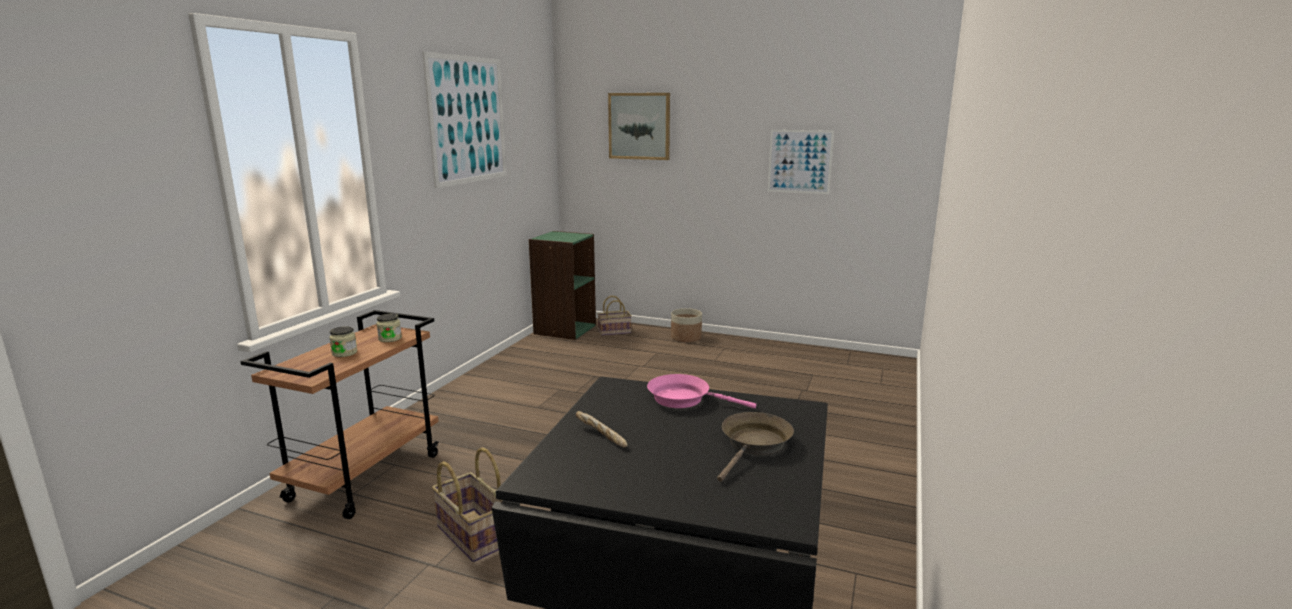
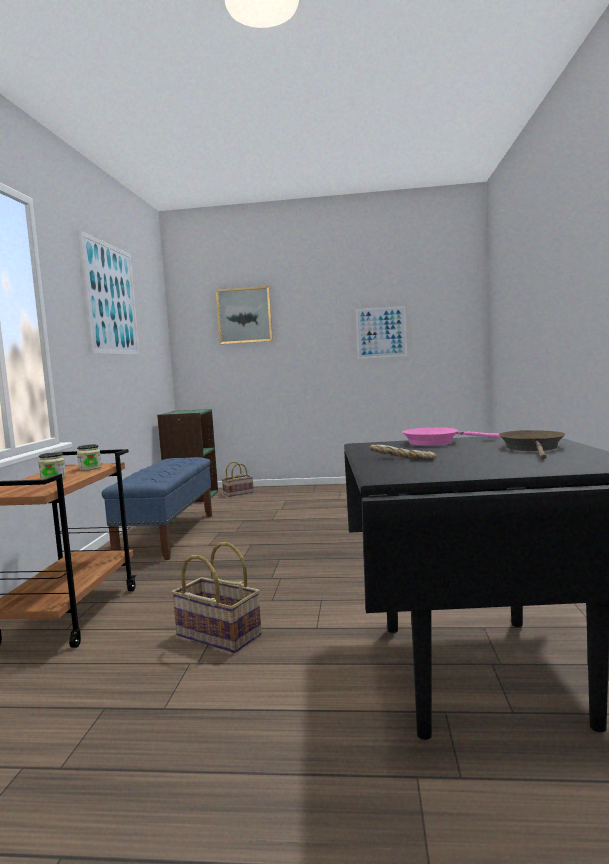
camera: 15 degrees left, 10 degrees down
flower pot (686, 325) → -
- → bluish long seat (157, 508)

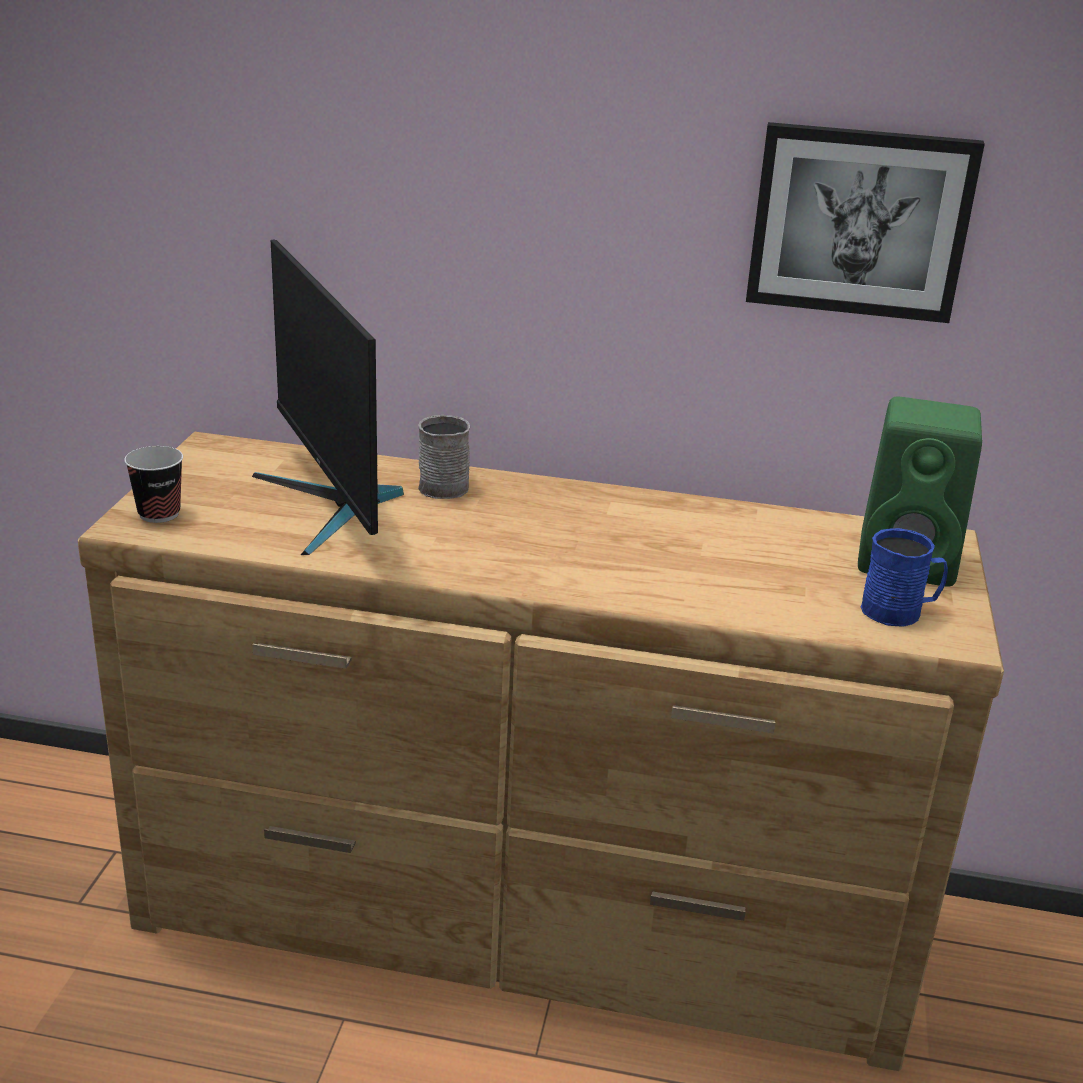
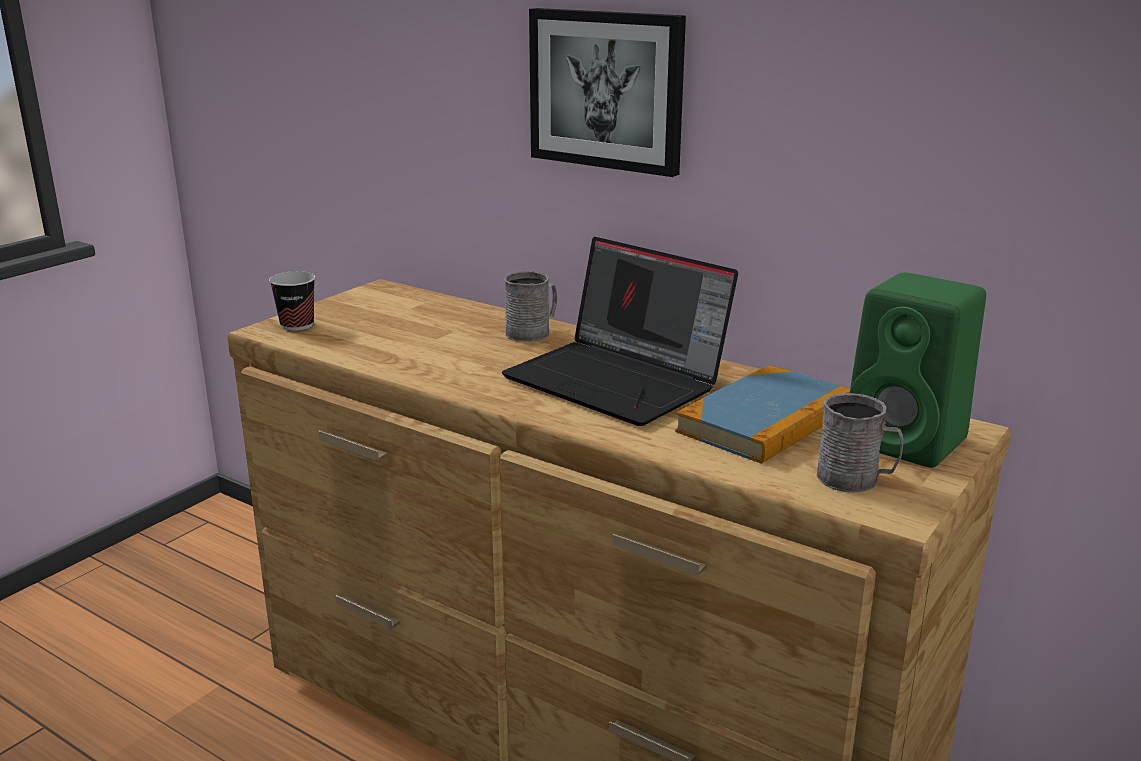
camera: 25 degrees right, 5 degrees down
computer display (328, 397) → -
wall picture (865, 222) → wall picture (607, 92), shifted
bluish mug (904, 577) → gray mug (859, 443)
- → portable computer (620, 331)
- → volume (762, 414)

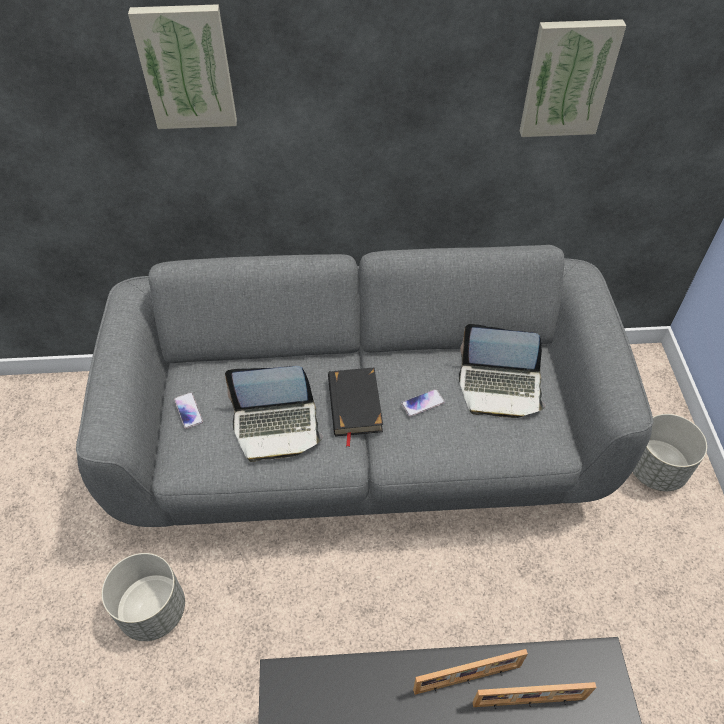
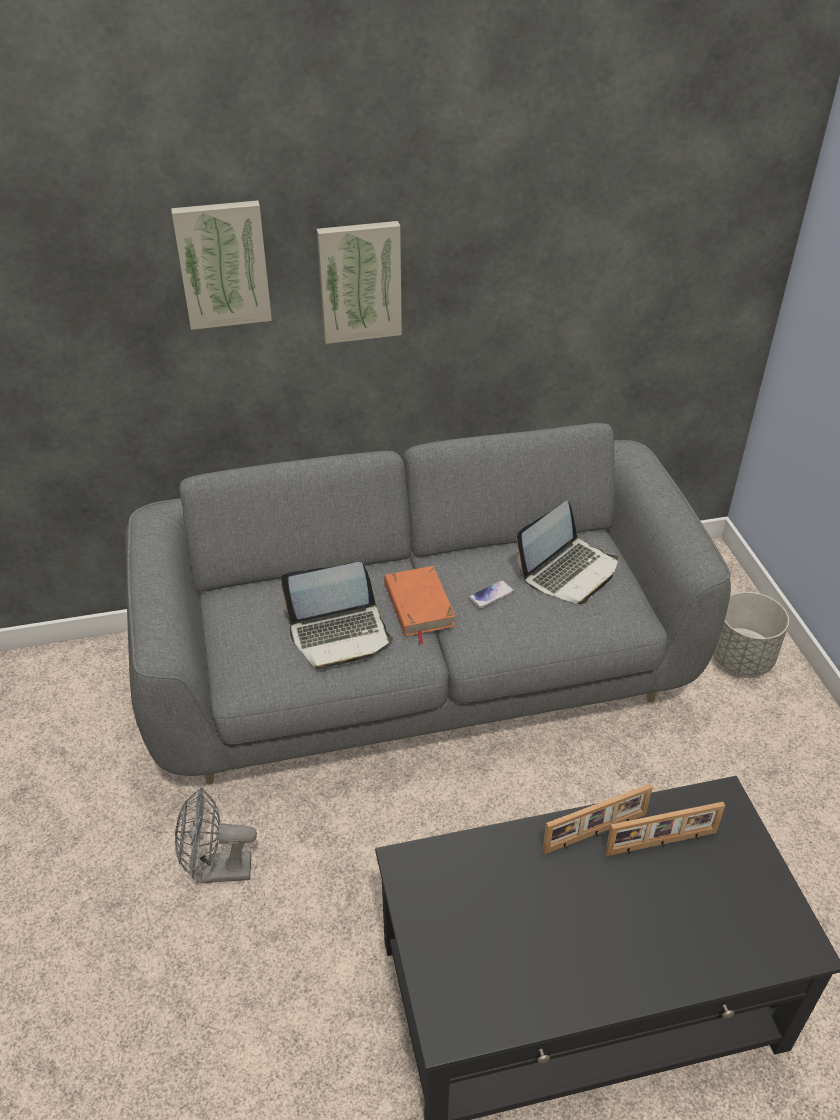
camera: 10 degrees left, 10 degrees down
gray flower pot (143, 597) → gray fan (216, 835)
handset (188, 410) → -
black-coloured volume (355, 407) → orange volume (420, 605)
portable computer (502, 371) → portable computer (567, 552), 45 degrees counterclockwise
wall picture (573, 78) → wall picture (359, 282), shifted

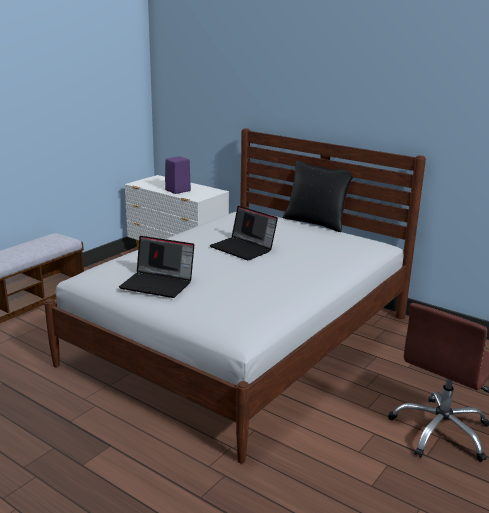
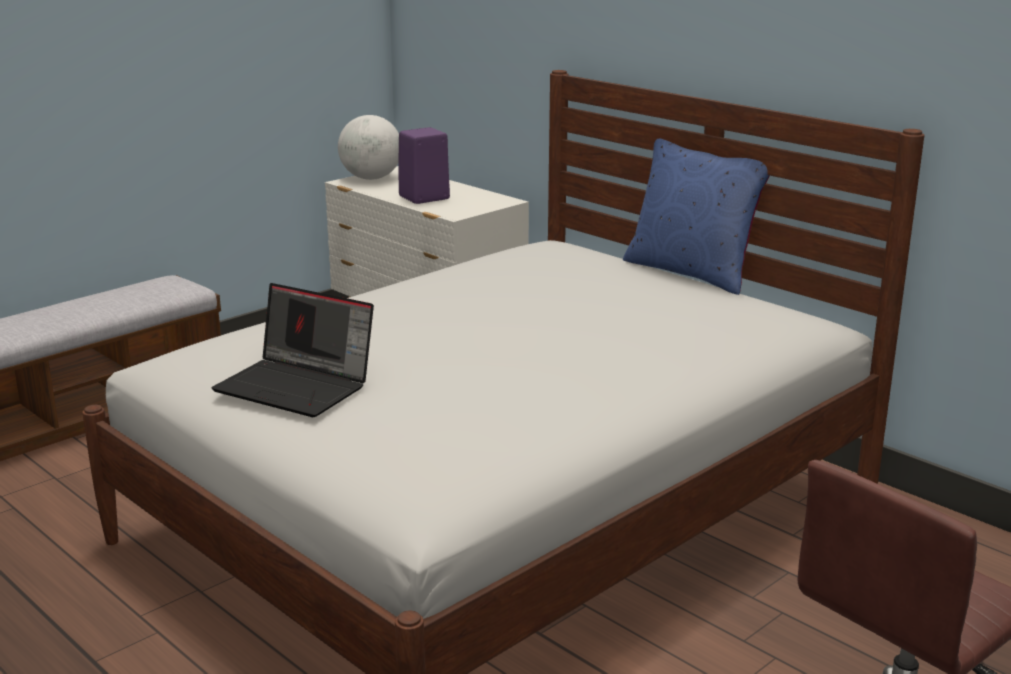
camera: 10 degrees right, 0 degrees up
portable computer (244, 233) → -
black-coloured cushion (318, 196) → bluish cushion (696, 216)
- → desk globe (368, 147)

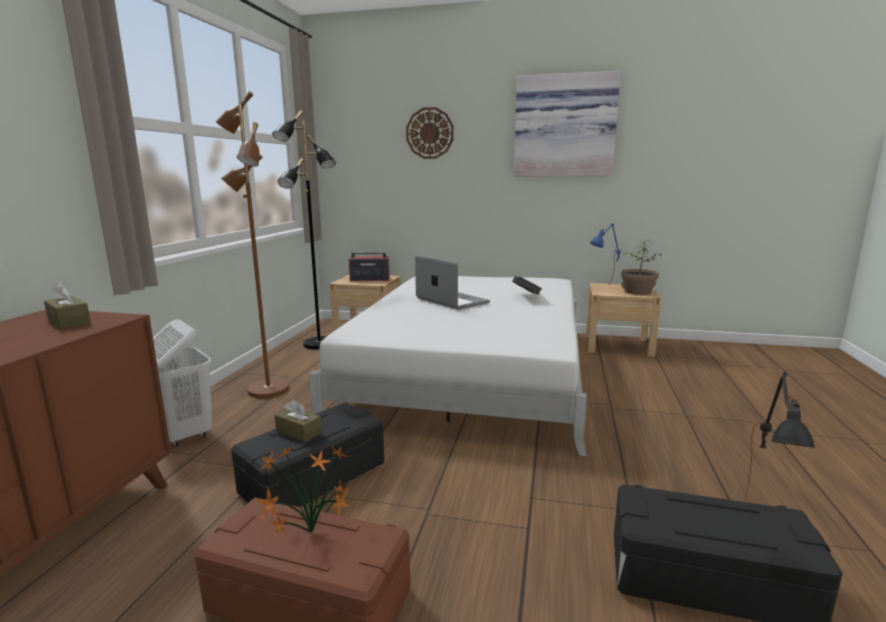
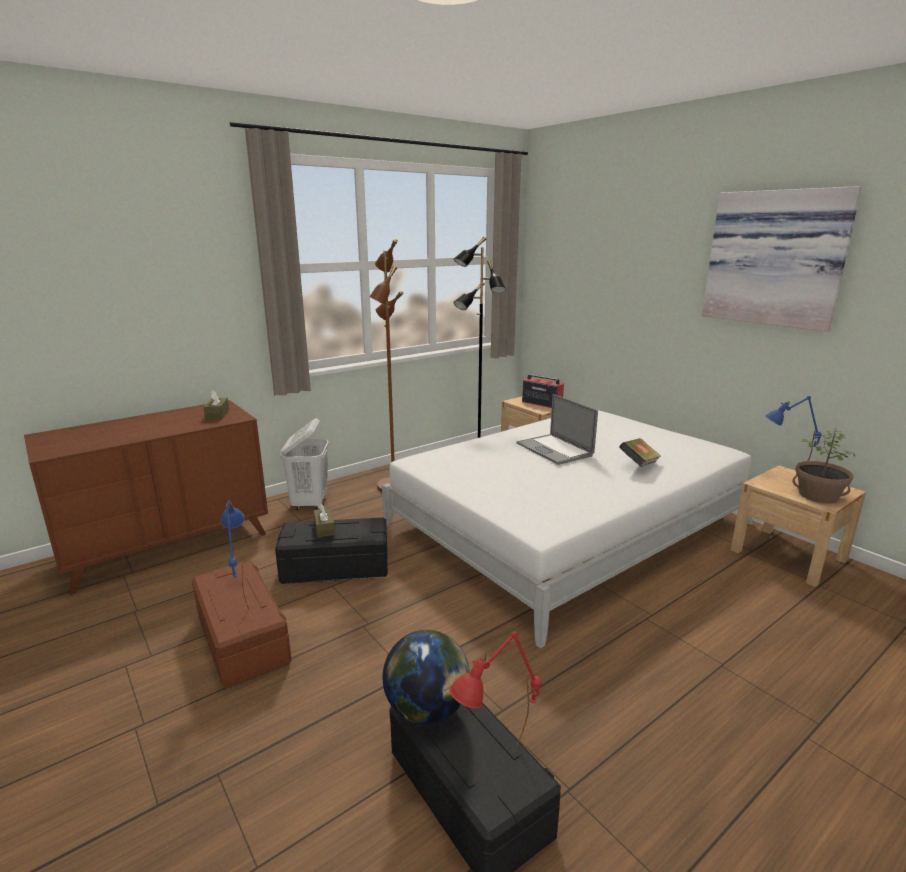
camera: 40 degrees right, 5 degrees up
potted plant (302, 490) → bluish lamp for a table (235, 554)
hanging clock (430, 133) → -
portable computer (452, 282) → portable computer (557, 429), 150 degrees clockwise
black-coloured lamp for a table (780, 436) → red lamp for a table (495, 688)
- → desk globe (426, 677)

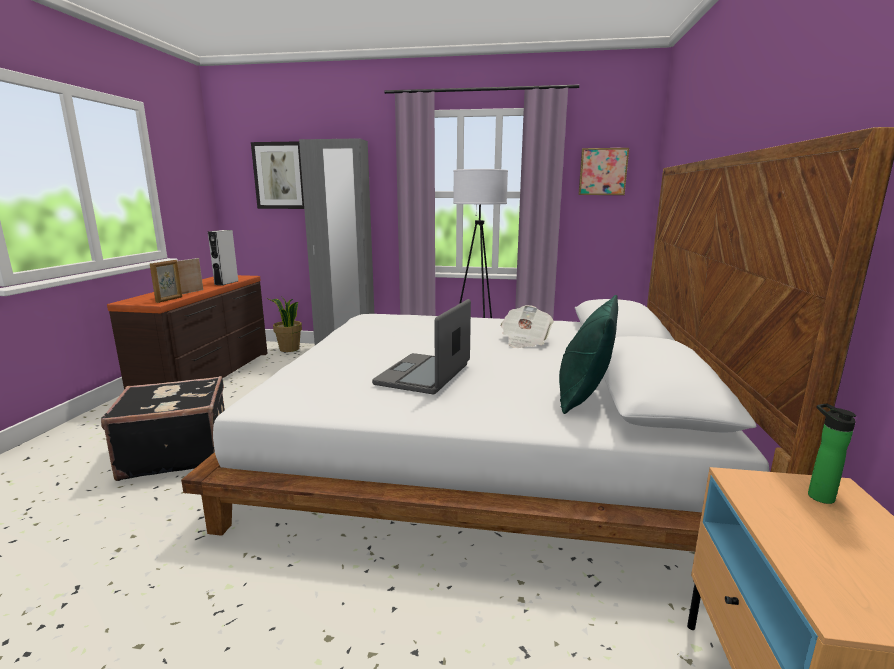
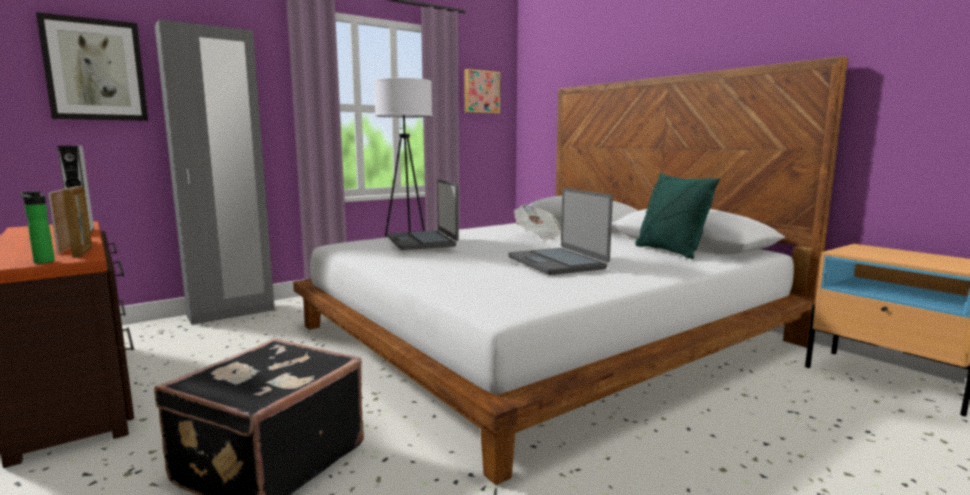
camera: 45 degrees left, 5 degrees down
potted plant (284, 324) → -
bottle (832, 454) → bottle (37, 227), shifted
- → portable computer (423, 214)

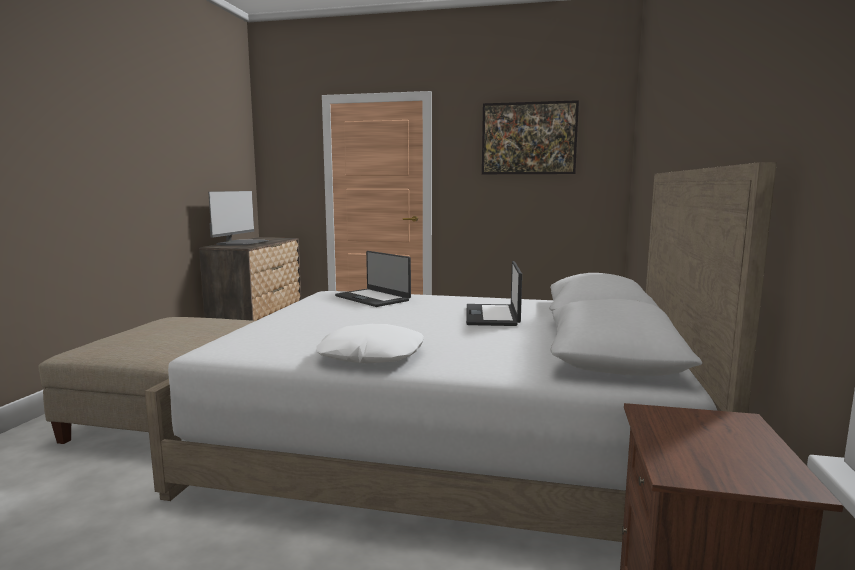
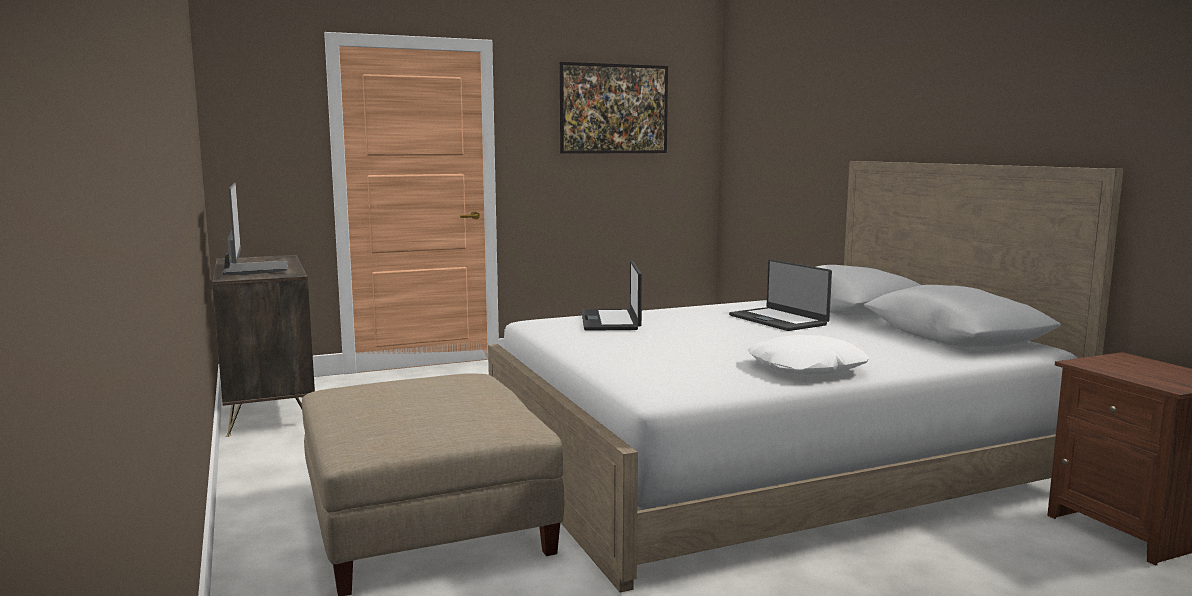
camera: 35 degrees left, 0 degrees up
portable computer (373, 279) → portable computer (611, 296), 75 degrees clockwise

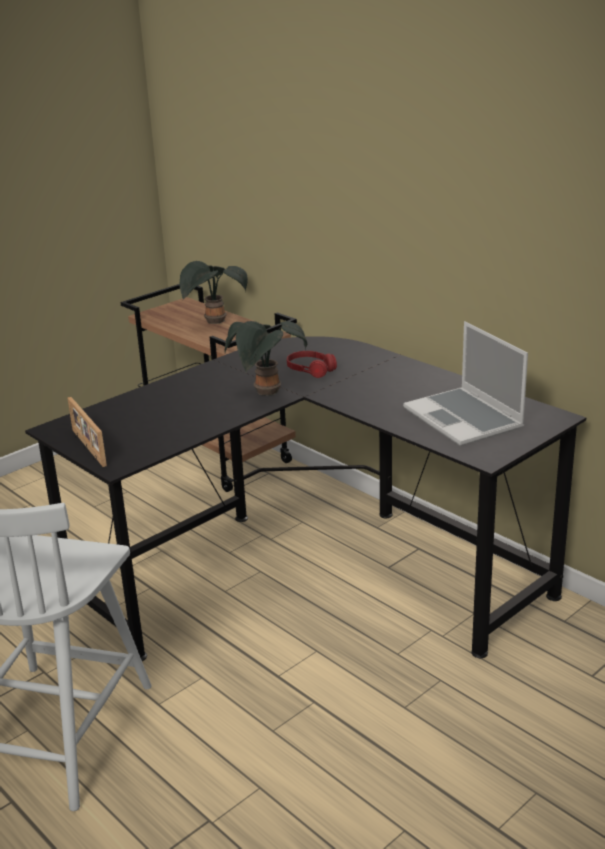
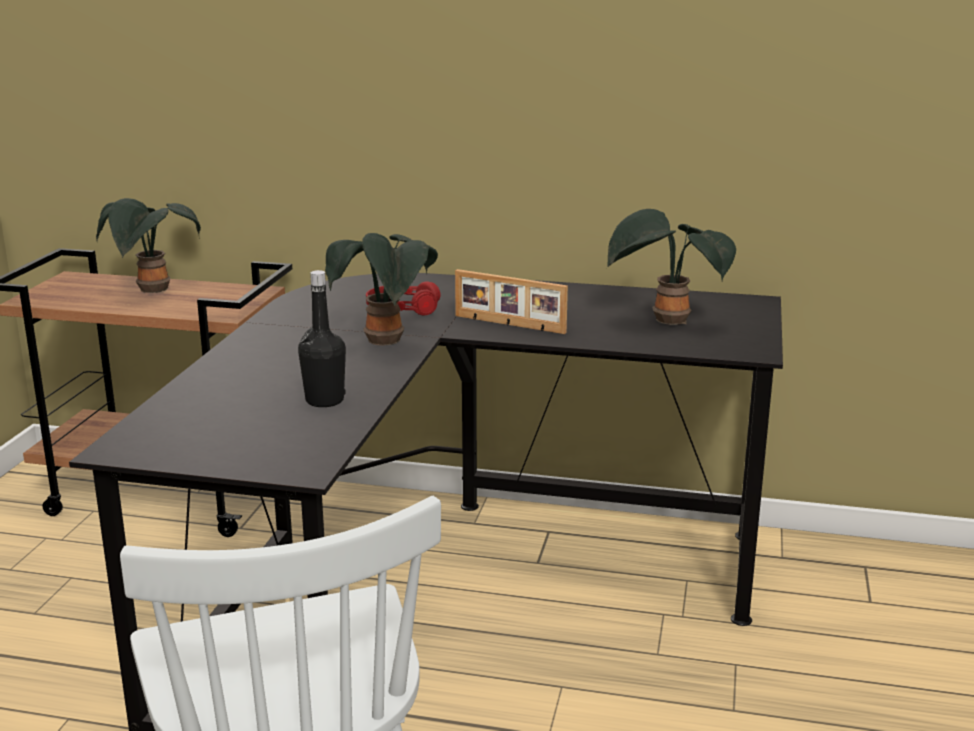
camera: 35 degrees left, 5 degrees down
standing frame (87, 432) → standing frame (511, 301), shifted
portable computer (465, 383) → potted plant (671, 267)
- → black-coloured bottle (322, 338)

